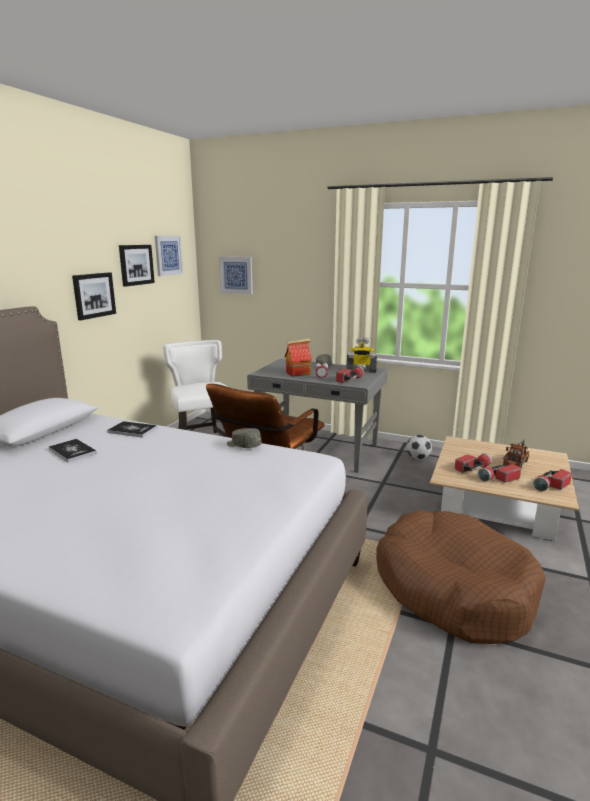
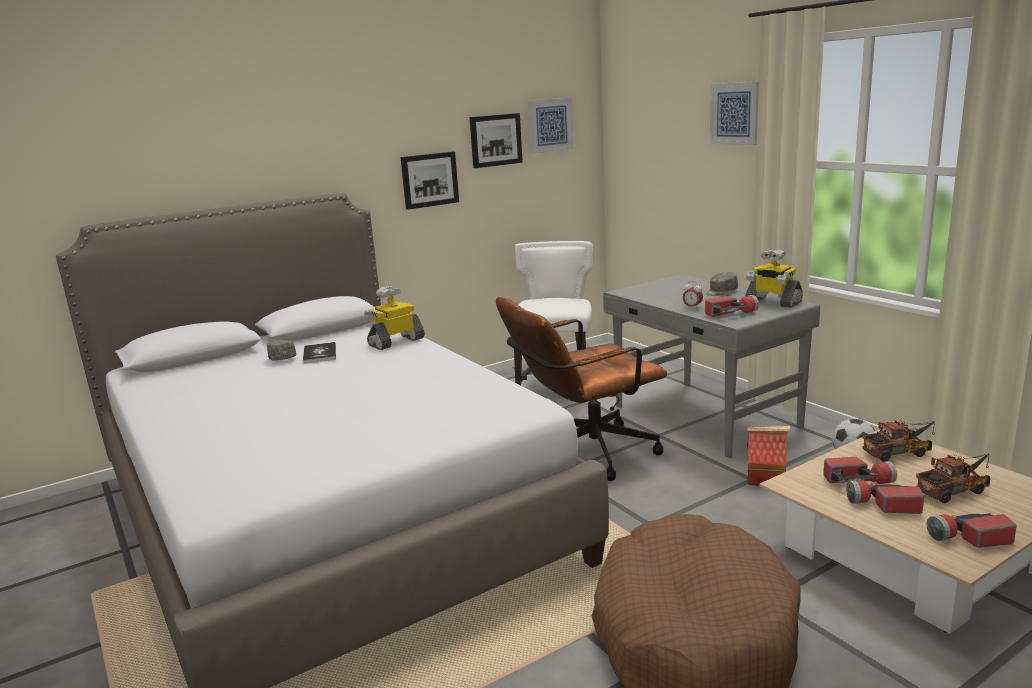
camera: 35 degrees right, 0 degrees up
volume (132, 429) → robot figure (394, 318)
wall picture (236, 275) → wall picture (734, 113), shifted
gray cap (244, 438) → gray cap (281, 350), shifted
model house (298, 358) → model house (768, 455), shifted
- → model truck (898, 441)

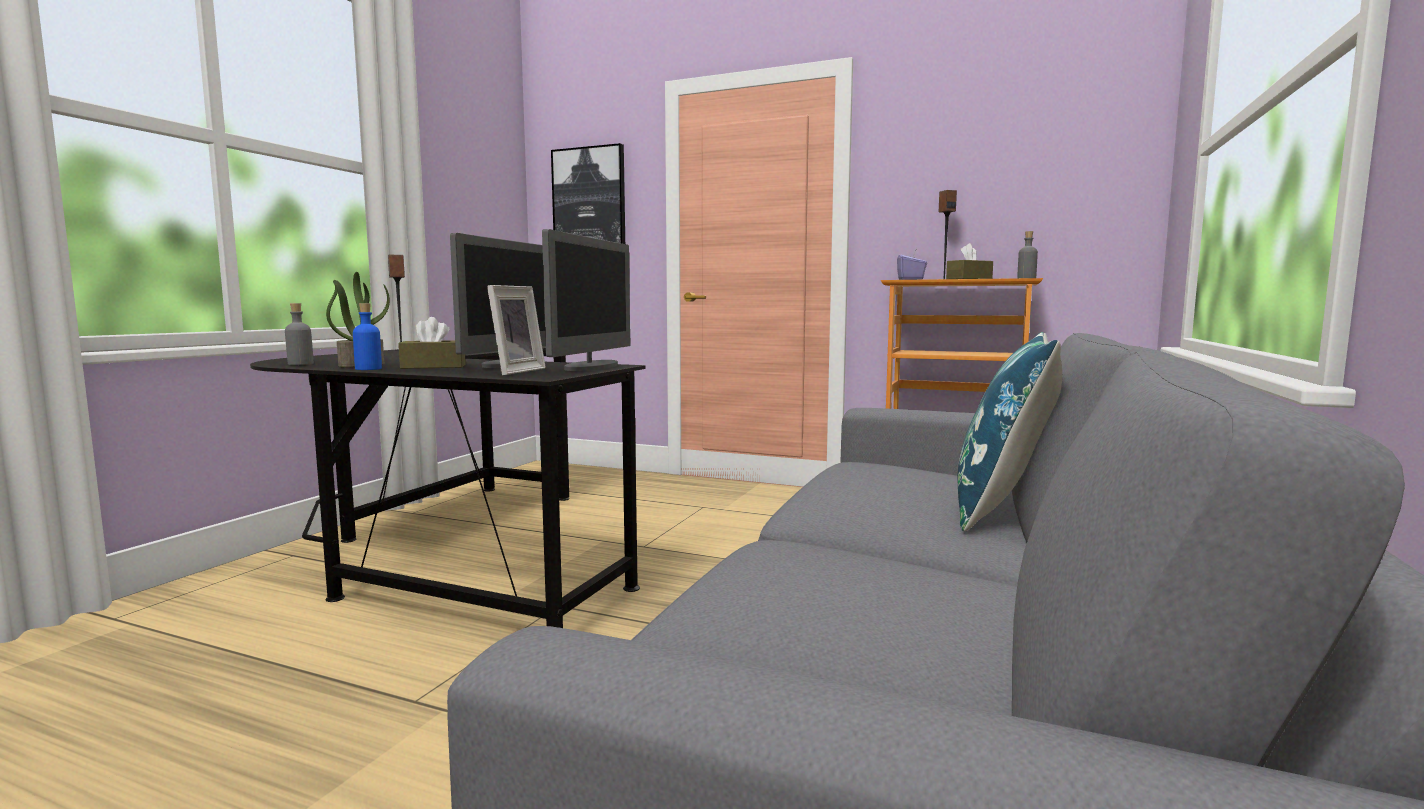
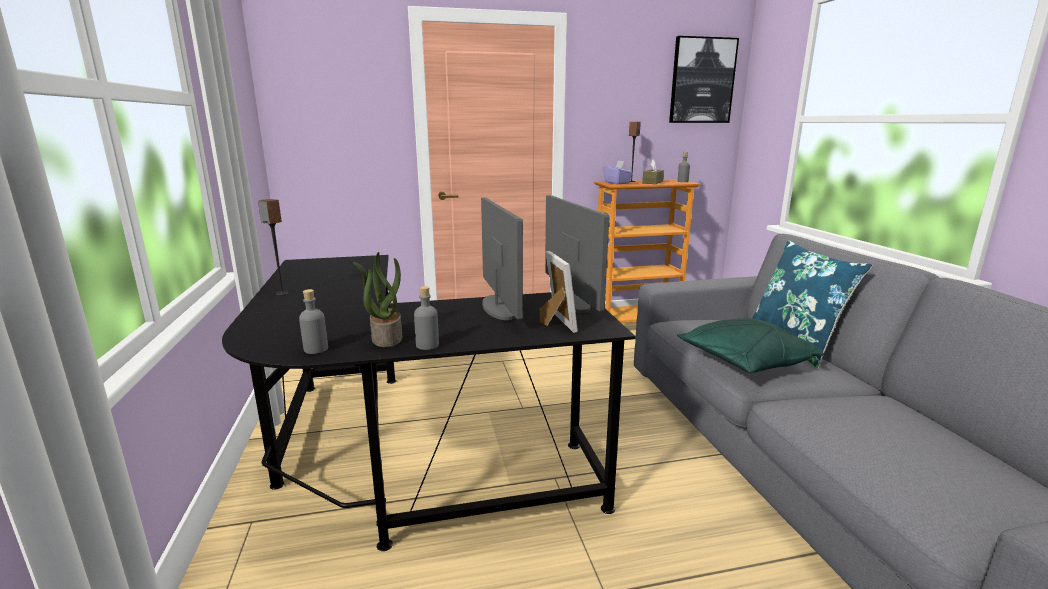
camera: 35 degrees left, 10 degrees up
bluish bottle (367, 336) → gray bottle (426, 318)
brown box of tissues (432, 343) → -
wall picture (588, 193) → wall picture (704, 79), shifted
- → green-coloured cushion (750, 345)

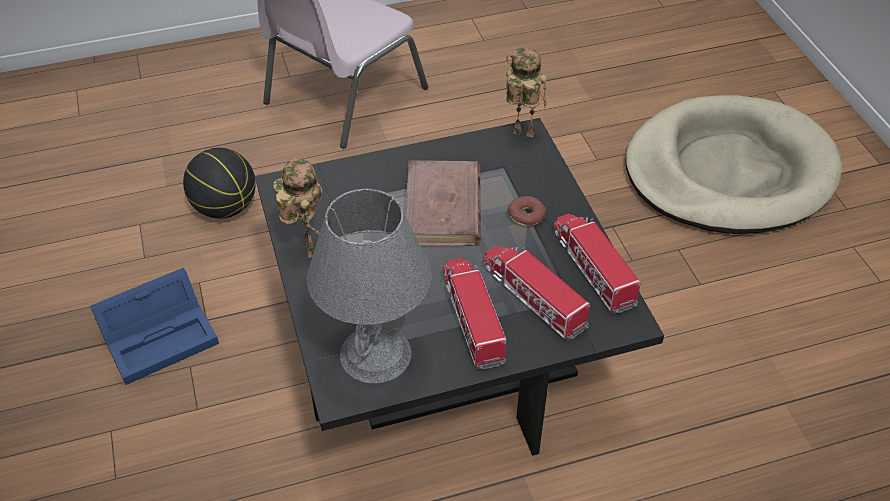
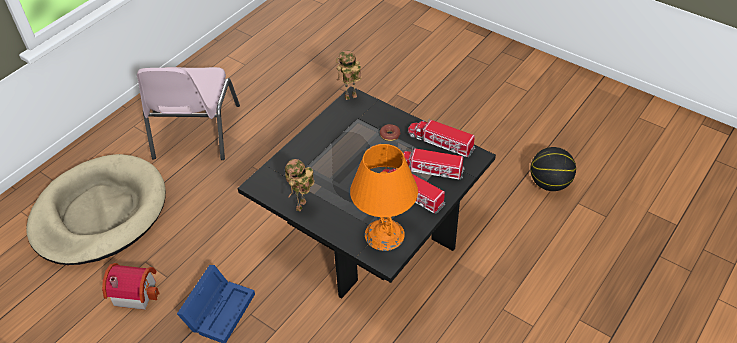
camera: 35 degrees left, 0 degrees up
basketball (219, 183) → basketball (553, 169), shifted
robot figure (297, 208) → robot figure (299, 185), 105 degrees counterclockwise
gray lamp for a table (369, 286) → orange lamp for a table (384, 197)
brown volume (443, 203) → -
sand-coloured pet bed (733, 164) → sand-coloured pet bed (96, 209), shifted
- → model house (131, 286)

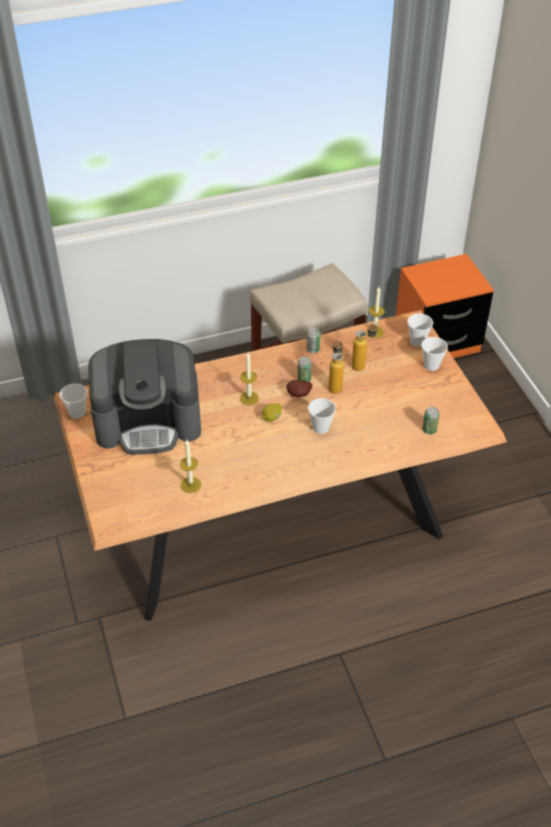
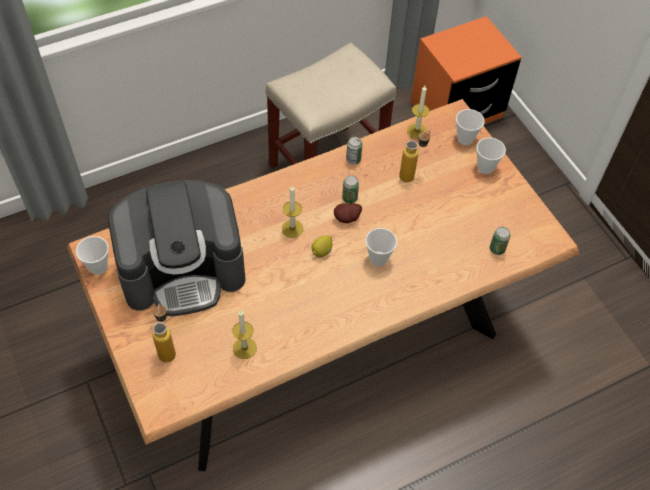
camera: 10 degrees left, 10 degrees up
bottle (336, 366) → bottle (164, 332), shifted

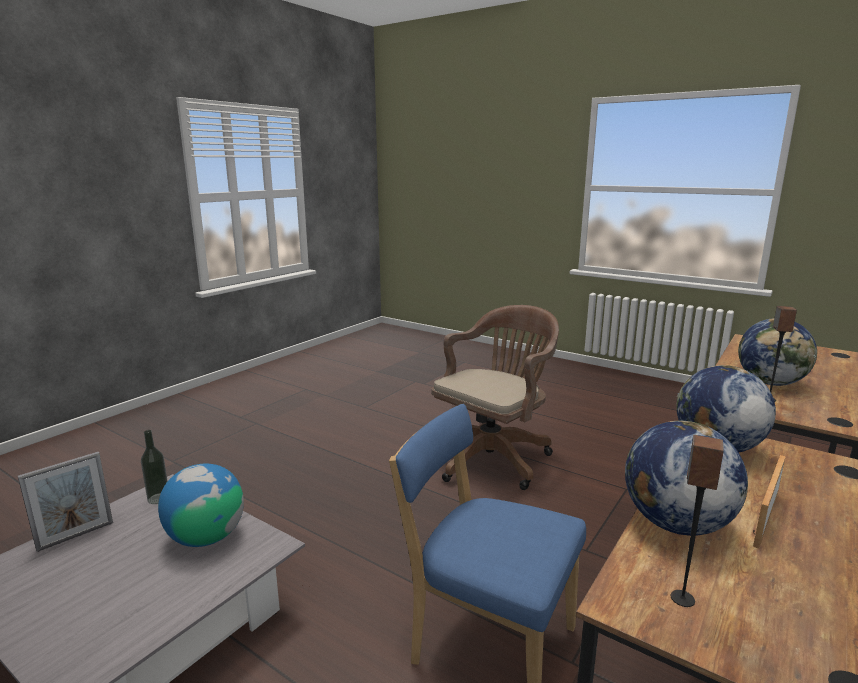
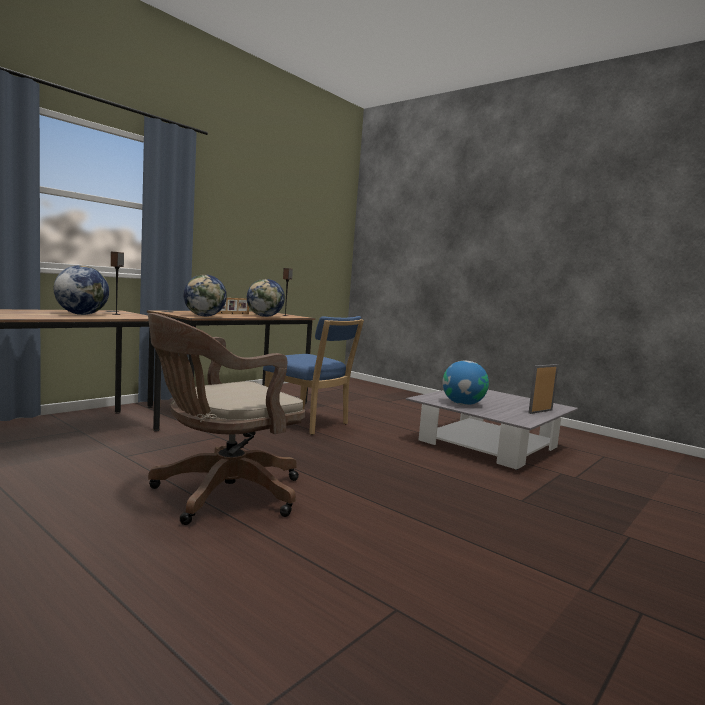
camera: 175 degrees left, 10 degrees down
bottle (154, 467) → -

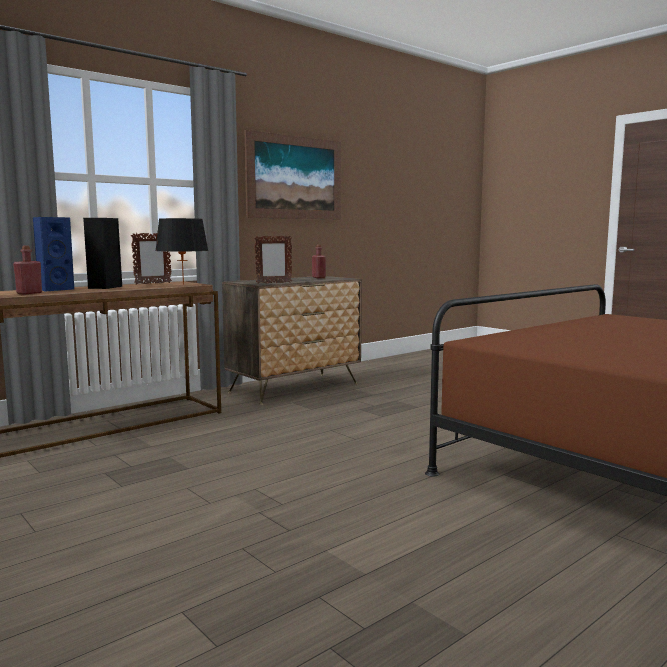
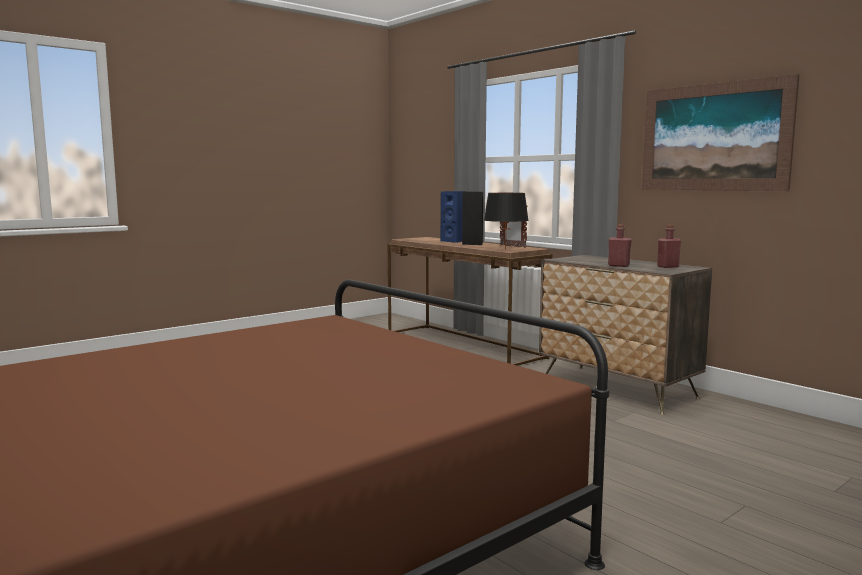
camera: 90 degrees right, 0 degrees up
red bottle (27, 270) → red bottle (620, 245), shifted
standing frame (273, 259) → -

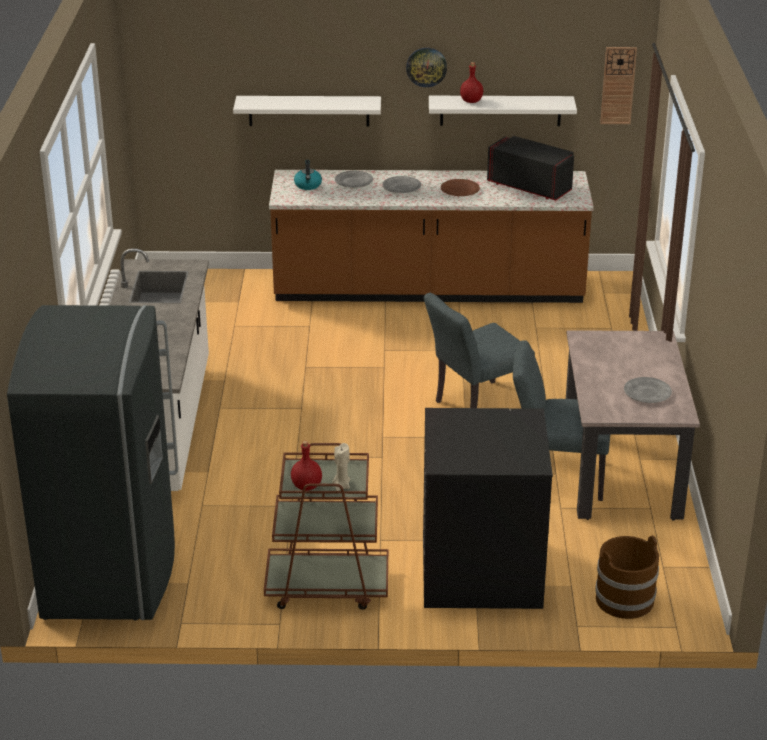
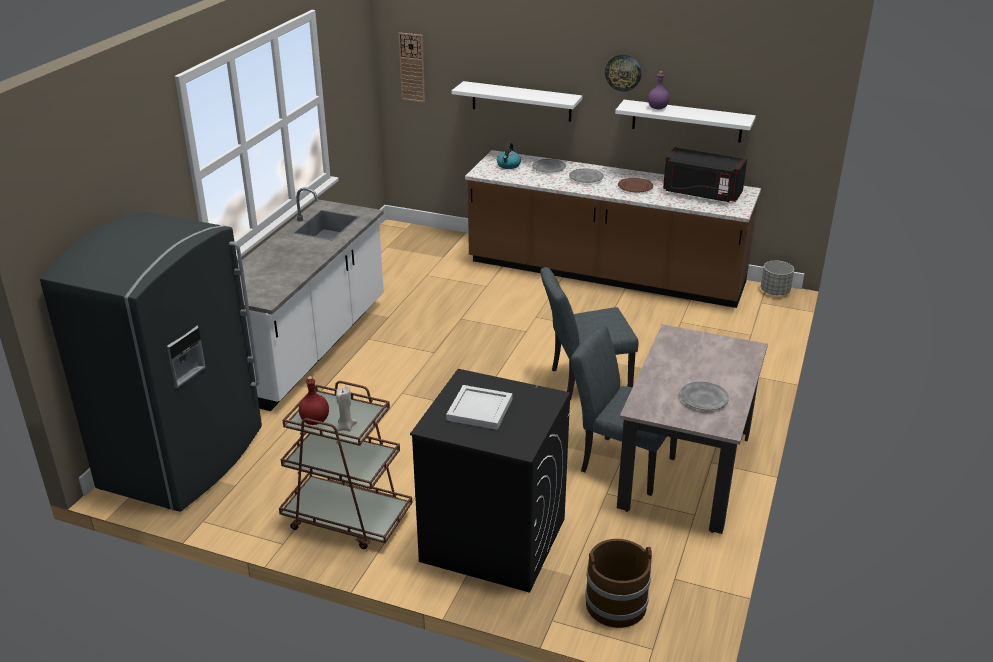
camera: 20 degrees right, 0 degrees up
red bottle (471, 82) → purple bottle (659, 90)
black-coloured microwave (530, 168) → black-coloured microwave (705, 174), 150 degrees clockwise
hanging clock (618, 85) → hanging clock (411, 67), shifted
- → whitish serving tray (479, 407)
- → gray flower pot (777, 278)

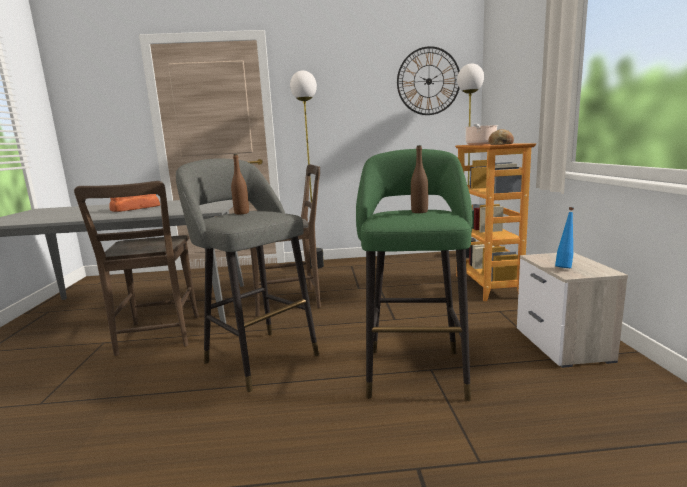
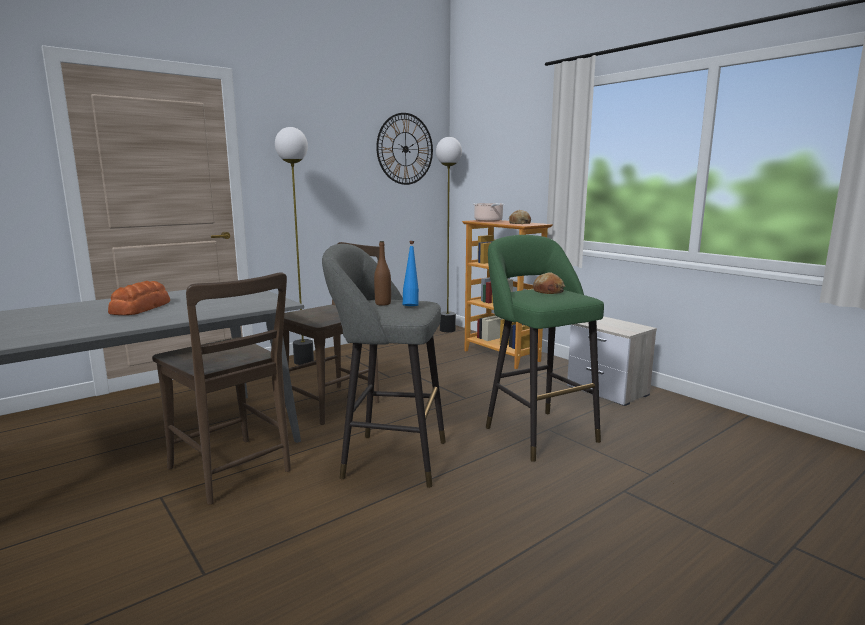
camera: 35 degrees left, 0 degrees up
brown bottle (419, 179) → baked bread (549, 283)
bluish bottle (564, 237) → bluish bottle (411, 273), shifted

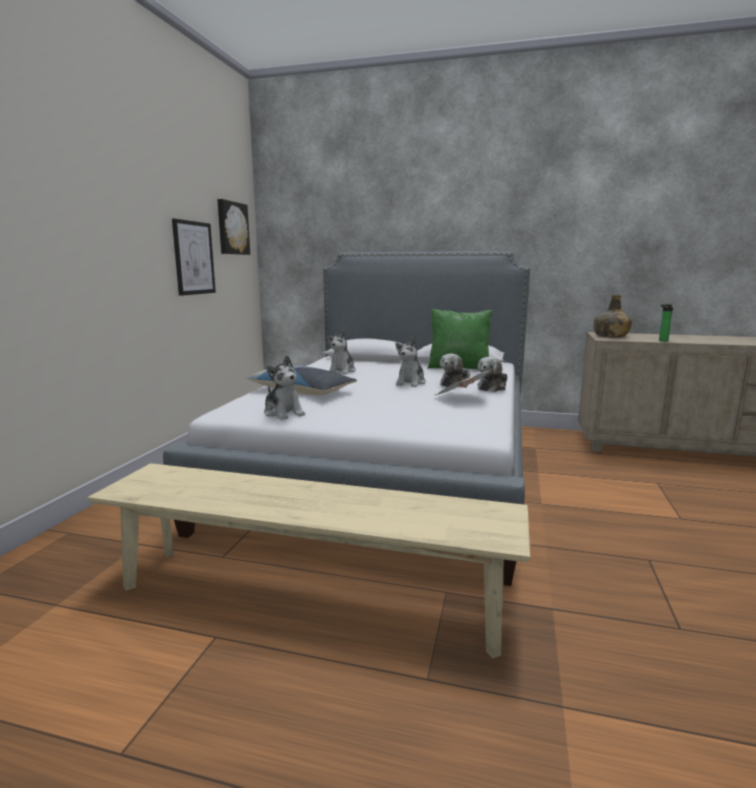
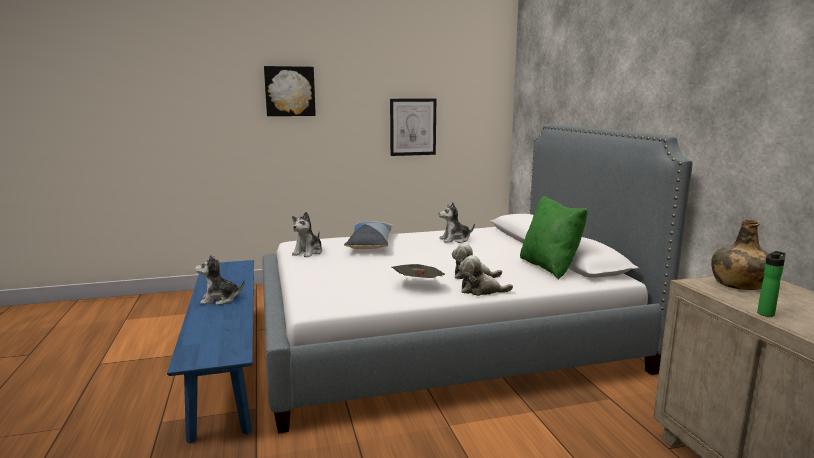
camera: 60 degrees right, 0 degrees up
sand-coloured long seat (308, 560) → bluish long seat (210, 352)
wall picture (233, 227) → wall picture (290, 91), shifted
soft toy (410, 362) → soft toy (220, 280), shifted

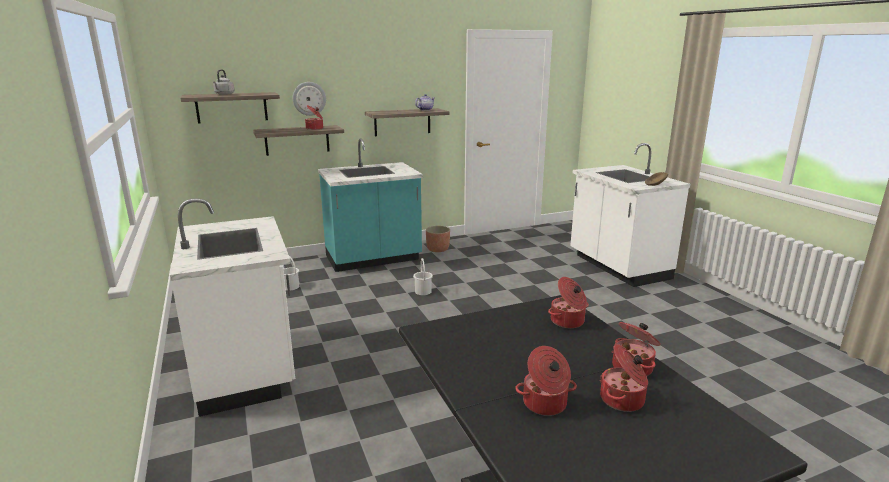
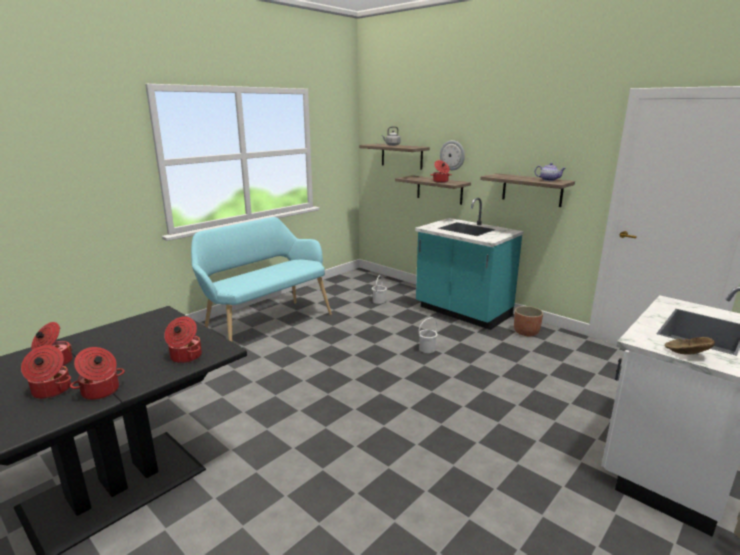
camera: 65 degrees right, 0 degrees up
whitish counter (232, 307) → blue-green long seat (261, 279)

